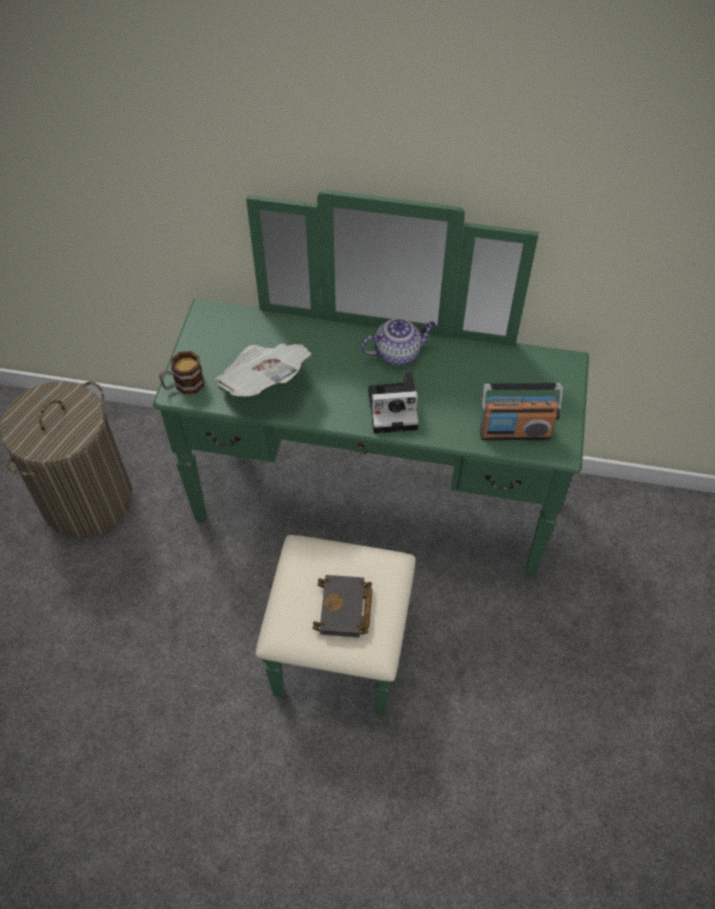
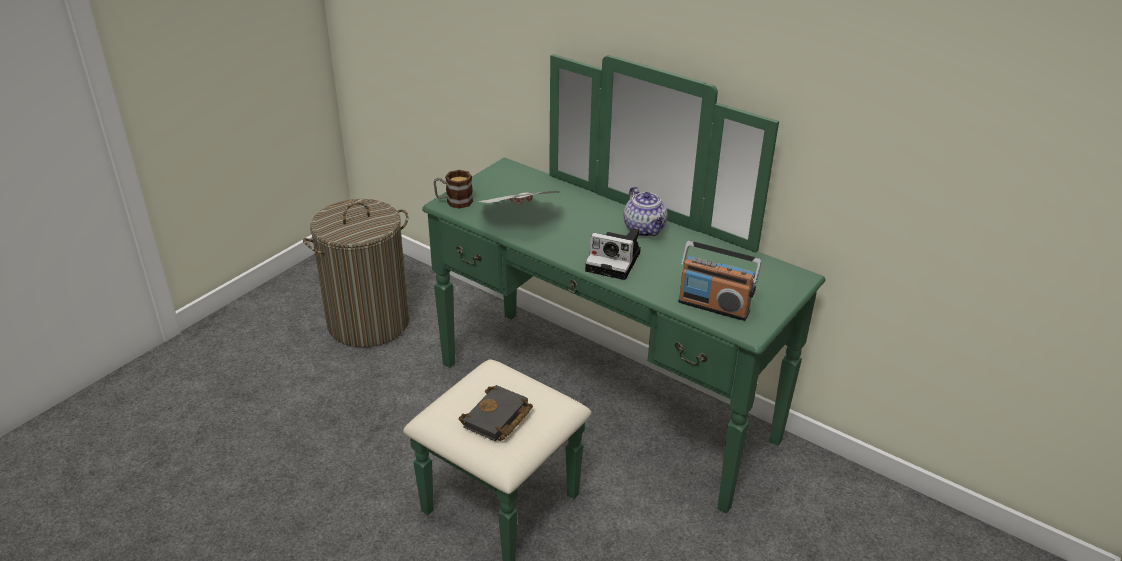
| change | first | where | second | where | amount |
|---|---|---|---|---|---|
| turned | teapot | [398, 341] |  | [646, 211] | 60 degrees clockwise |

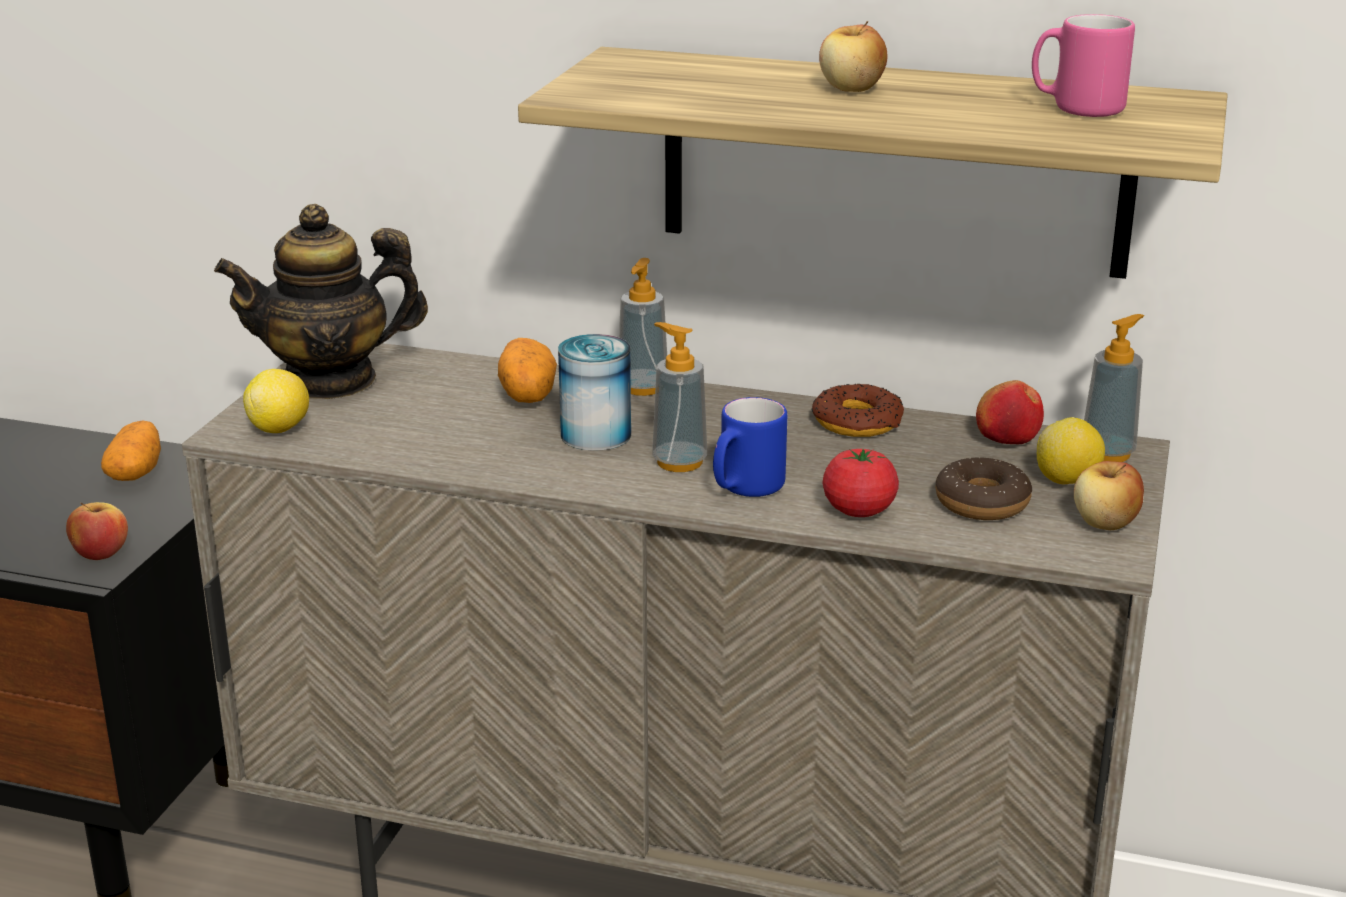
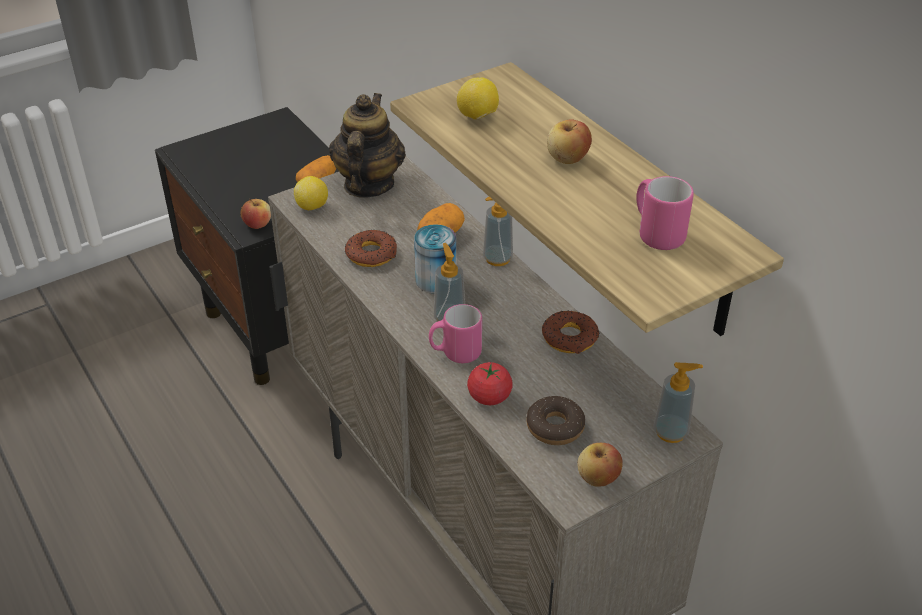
| change | first | where | second | where | amount |
|---|---|---|---|---|---|
| turned | teapot | [321, 301] |  | [367, 145] | 75 degrees clockwise |
| removed | apple | [1010, 412] |  |  |  |
| recoloured | blue mug | [750, 447] | pink mug | [455, 333] |  |
| moved | lemon | [1071, 450] |  | [478, 98] |  |
| added |  |  | donut | [371, 248] |  |

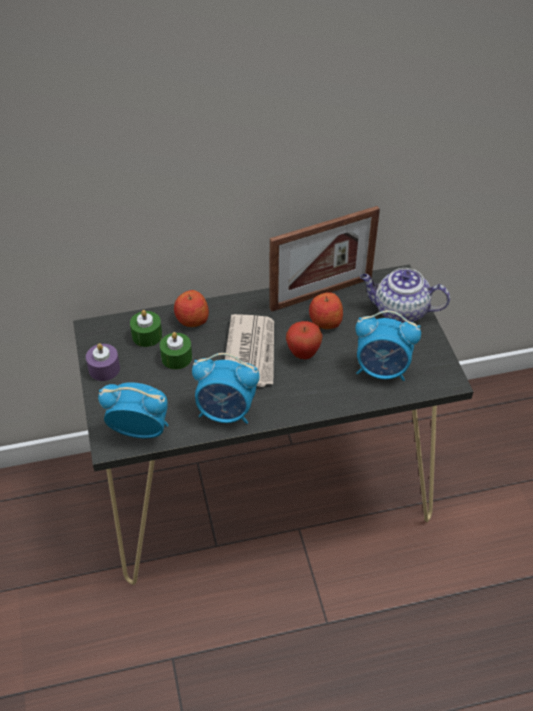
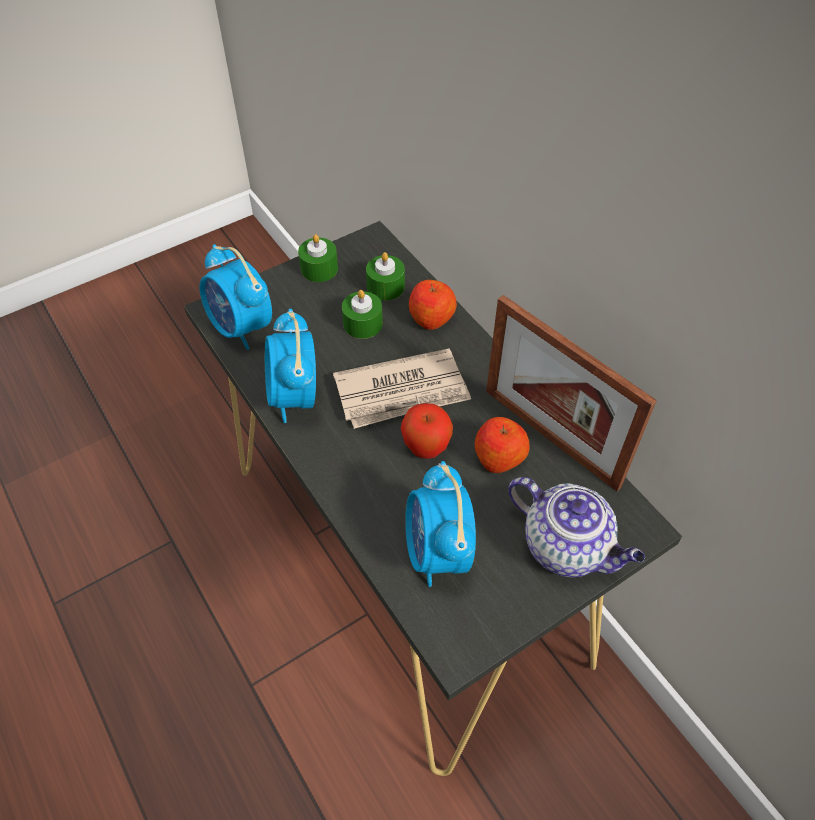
| change | first | where | second | where | amount |
|---|---|---|---|---|---|
| turned | teapot | [405, 295] |  | [576, 527] | 135 degrees clockwise |
| recoloured | purple candle | [103, 362] | green candle | [318, 258] |  |
| turned | alarm clock | [133, 410] |  | [236, 297] | 150 degrees clockwise |

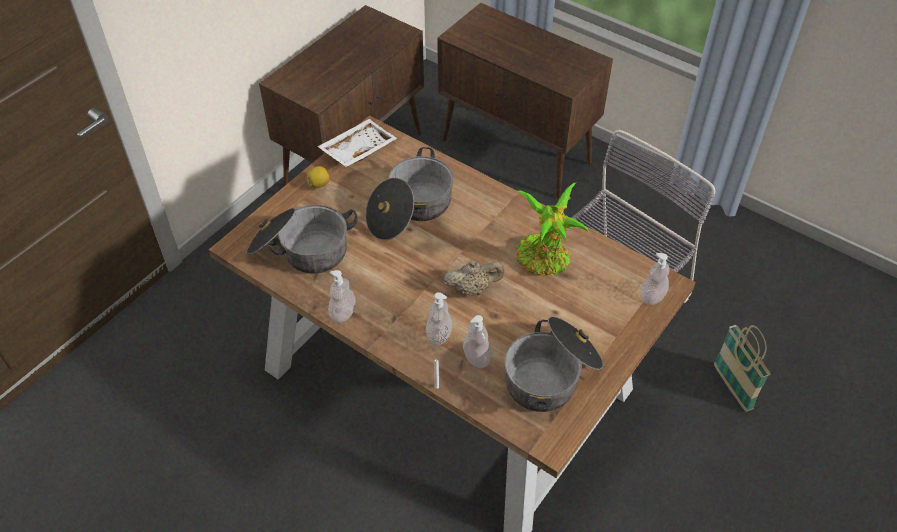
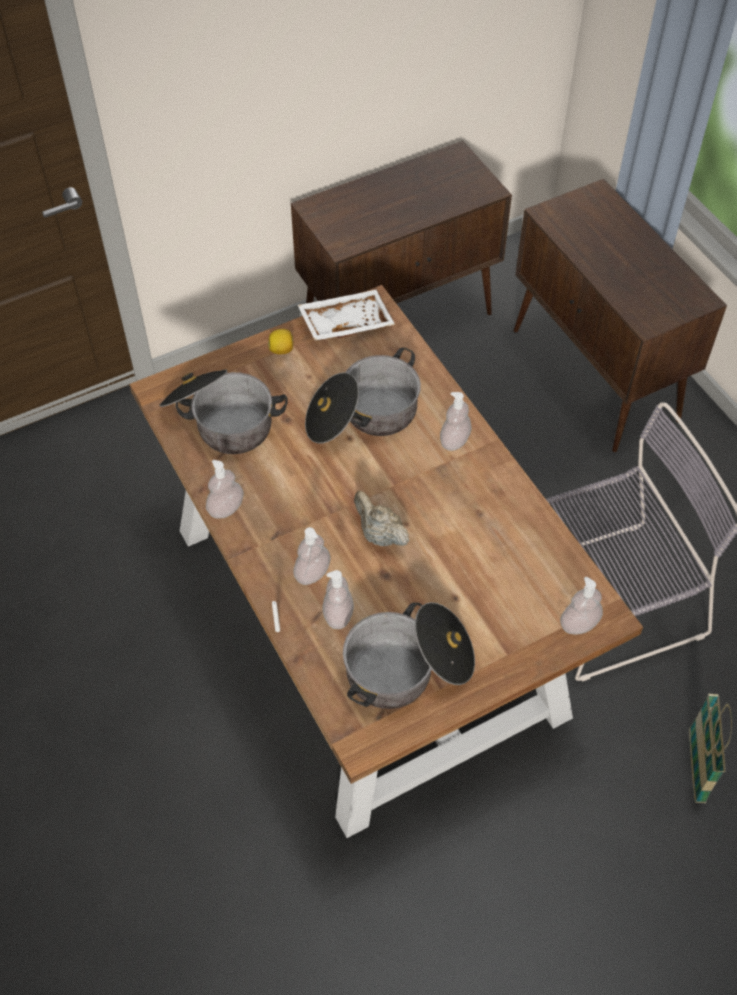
| change | first | where | second | where | amount |
|---|---|---|---|---|---|
| removed | potted plant | [552, 229] |  |  |  |
| turned | beige teapot | [474, 277] |  | [382, 518] | 150 degrees counterclockwise |
| added |  |  | soap dispenser | [455, 421] |  |

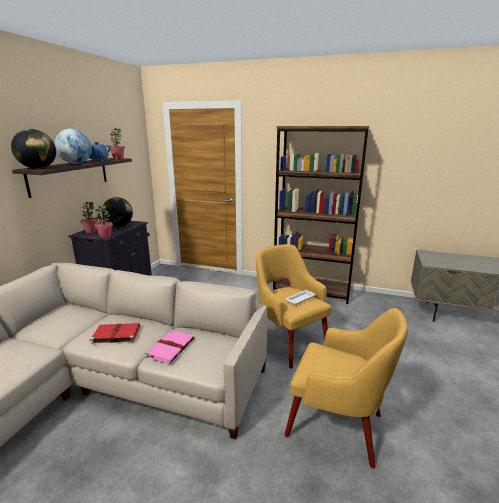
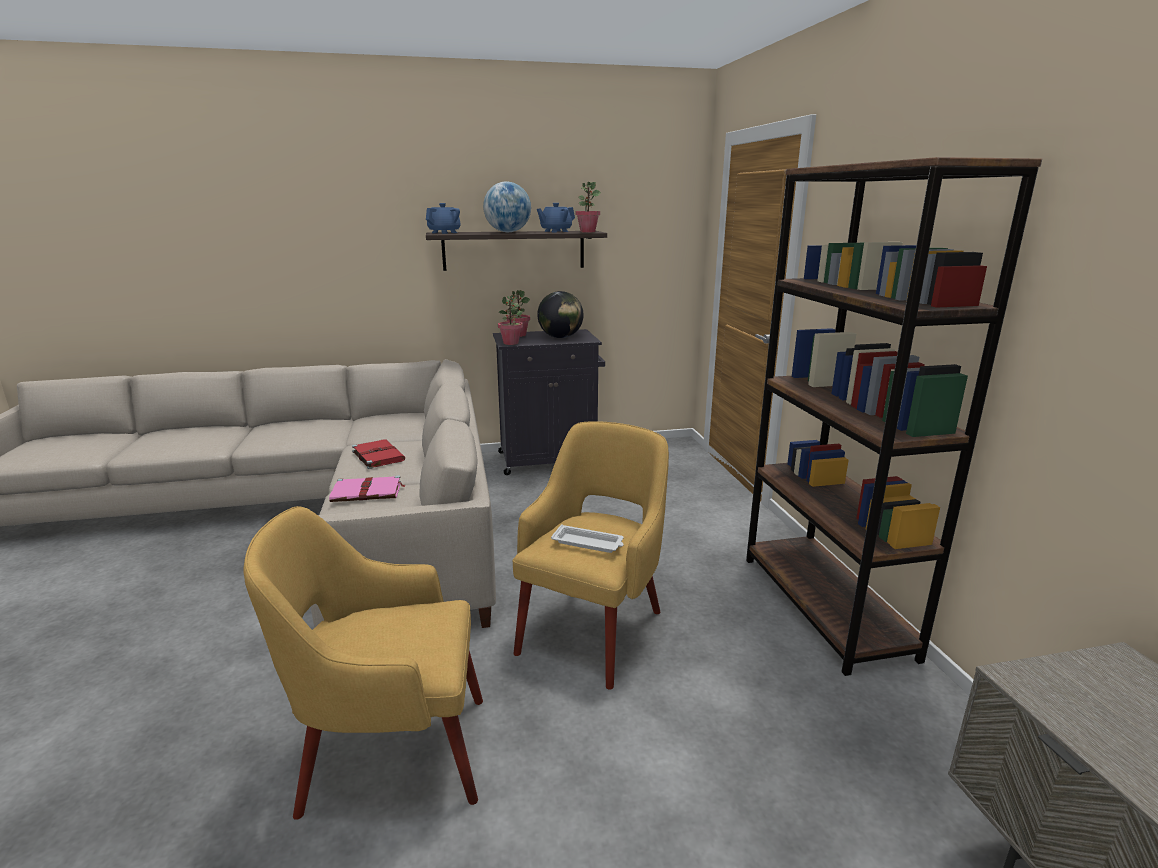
| change | first | where | second | where | amount |
|---|---|---|---|---|---|
| replaced | globe | [33, 149] | blue teapot | [443, 218] |  |
| turned | yellow armchair | [346, 388] |  | [363, 663] | 90 degrees clockwise |

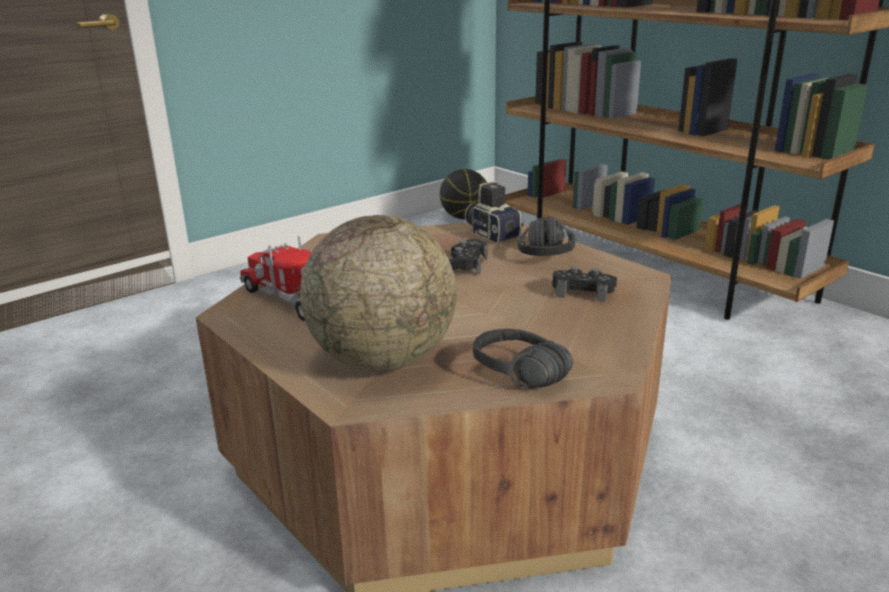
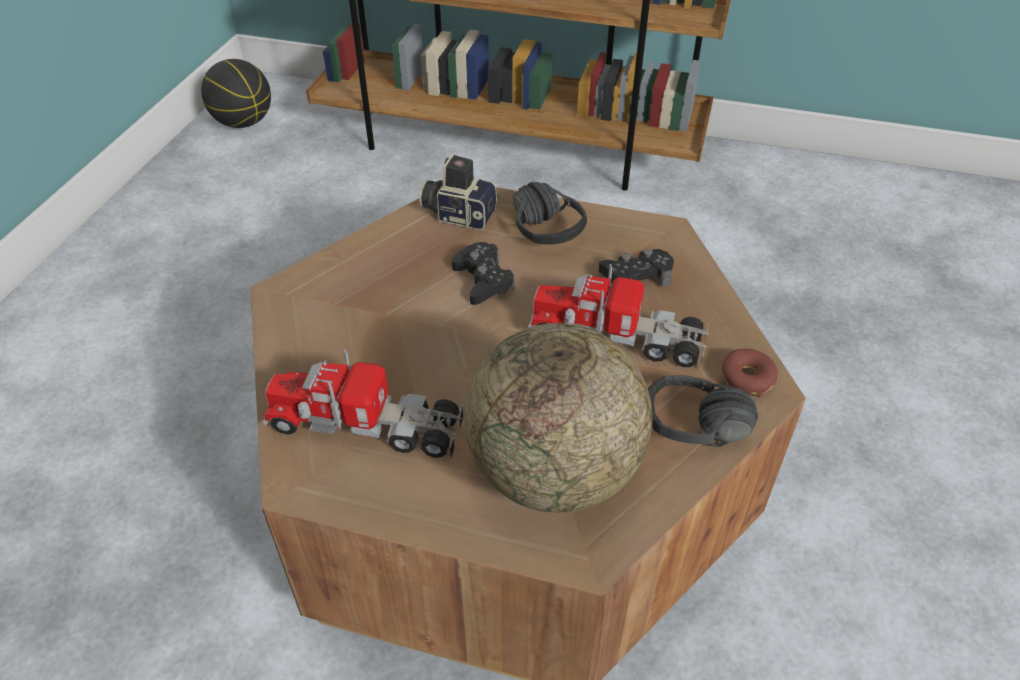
| change | first | where | second | where | amount |
|---|---|---|---|---|---|
| added |  |  | toy truck | [618, 315] |  |
| added |  |  | donut | [750, 373] |  |

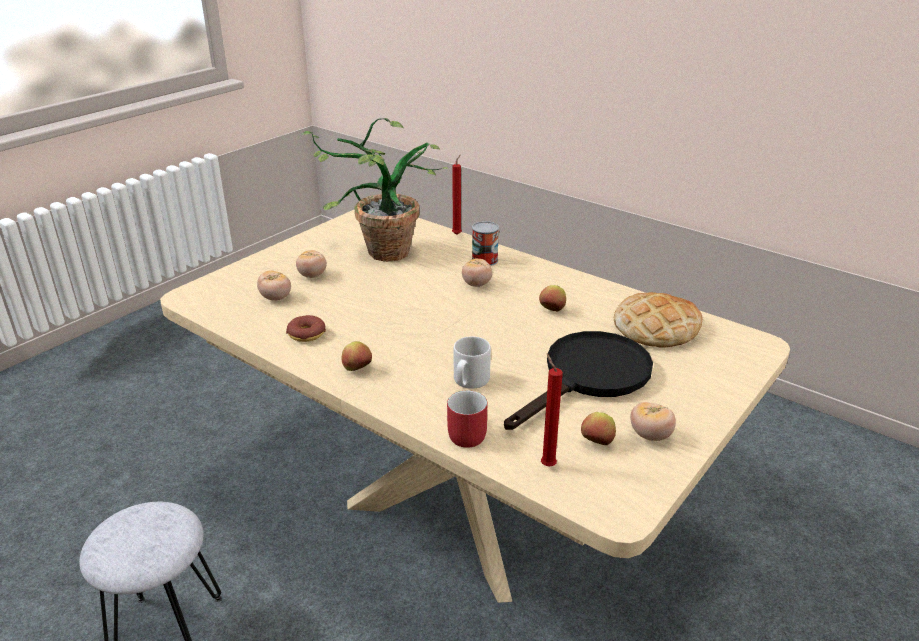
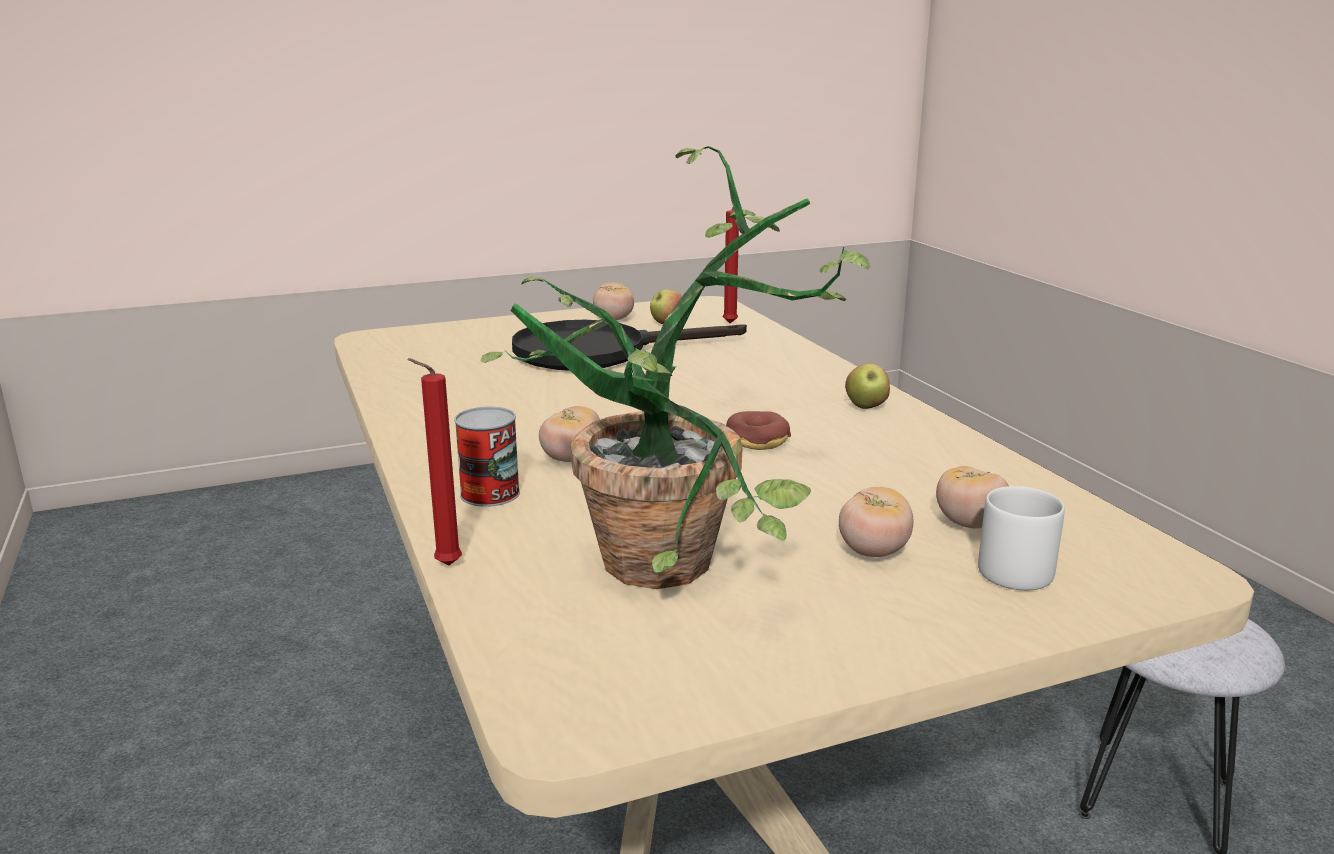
| change | first | where | second | where | amount |
|---|---|---|---|---|---|
| removed | apple | [552, 298] |  |  |  |
| removed | bread | [658, 320] |  |  |  |
| moved | donut | [306, 328] |  | [758, 430] |  |
| moved | grey mug | [472, 362] |  | [1021, 538] |  |
| removed | red mug | [467, 419] |  |  |  |

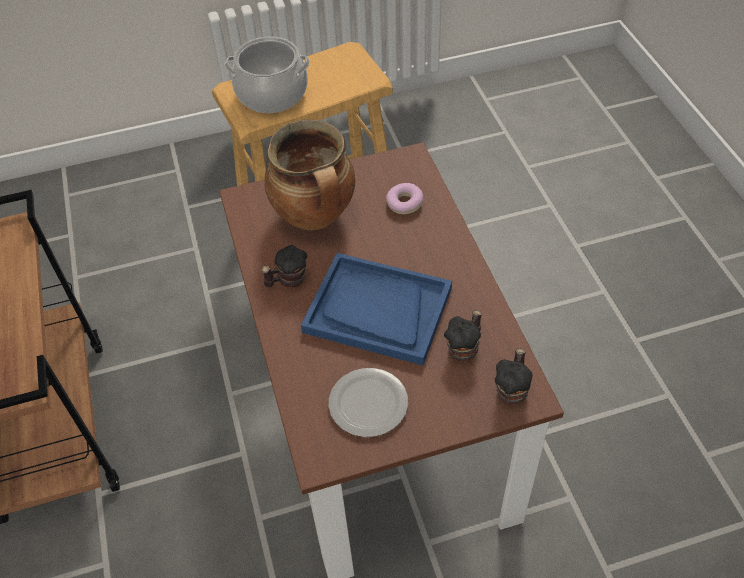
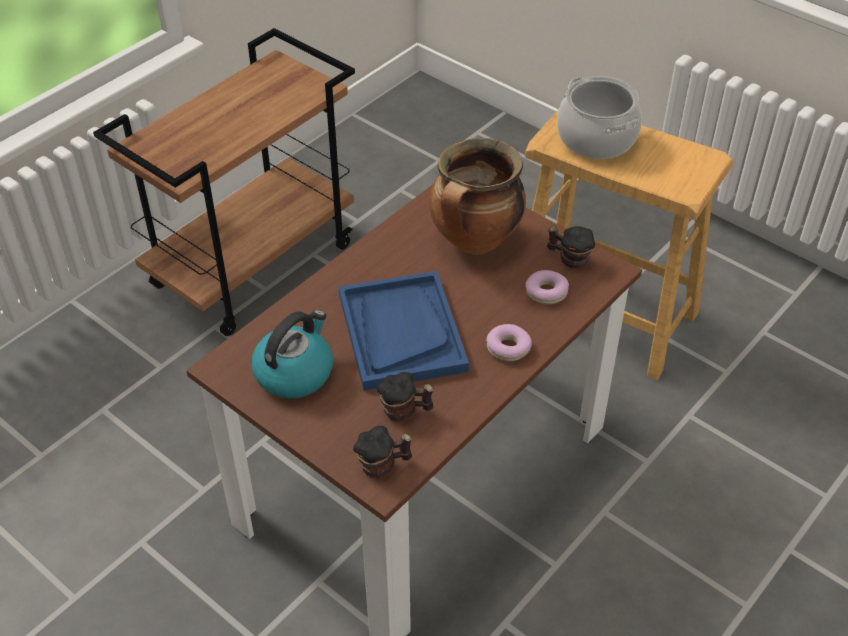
| change | first | where | second | where | amount |
|---|---|---|---|---|---|
| moved | mug | [284, 266] |  | [571, 247] |  |
| replaced | plate | [368, 402] | kettle | [292, 354] |  |
| added |  |  | donut | [509, 342] |  |

